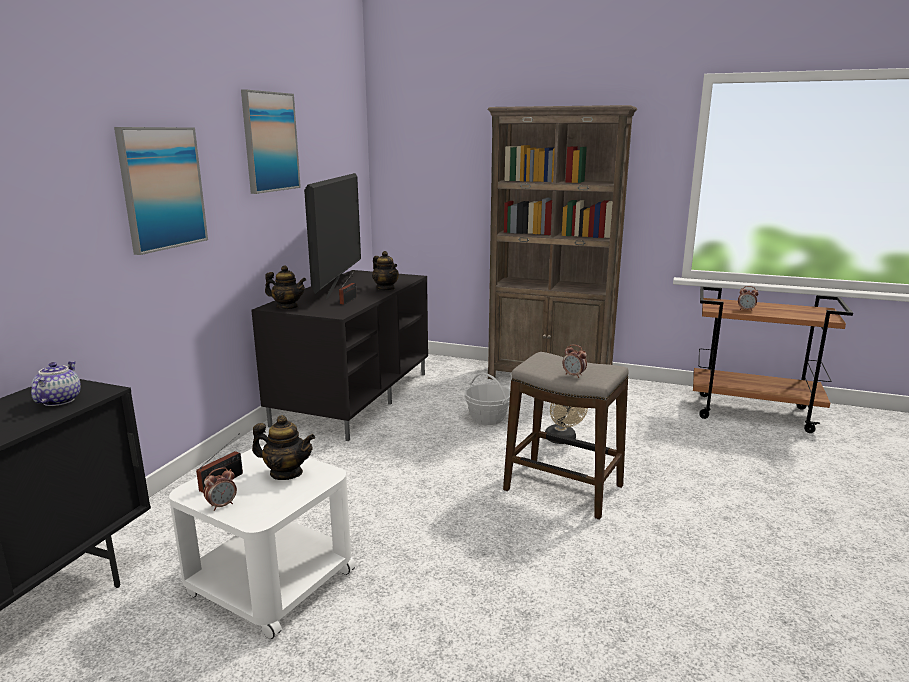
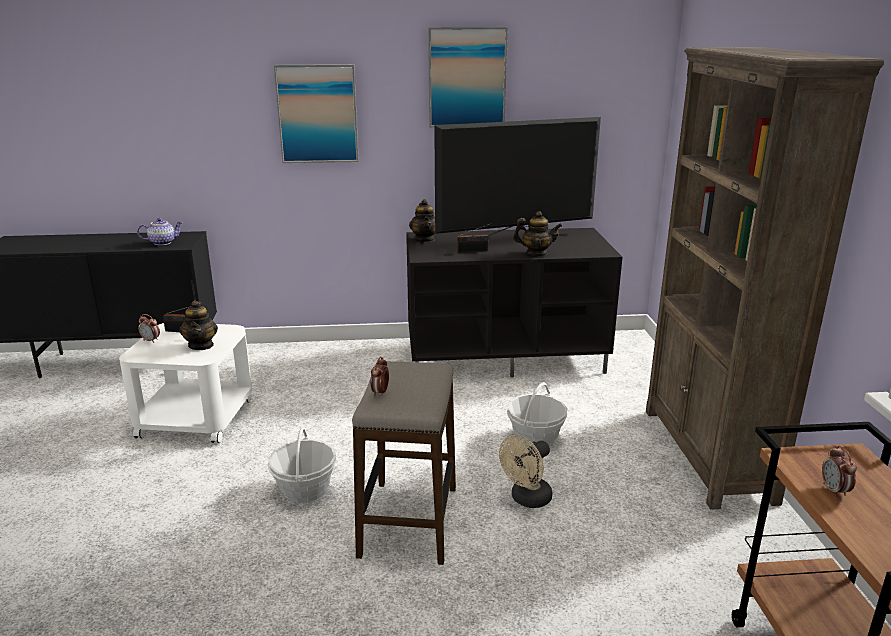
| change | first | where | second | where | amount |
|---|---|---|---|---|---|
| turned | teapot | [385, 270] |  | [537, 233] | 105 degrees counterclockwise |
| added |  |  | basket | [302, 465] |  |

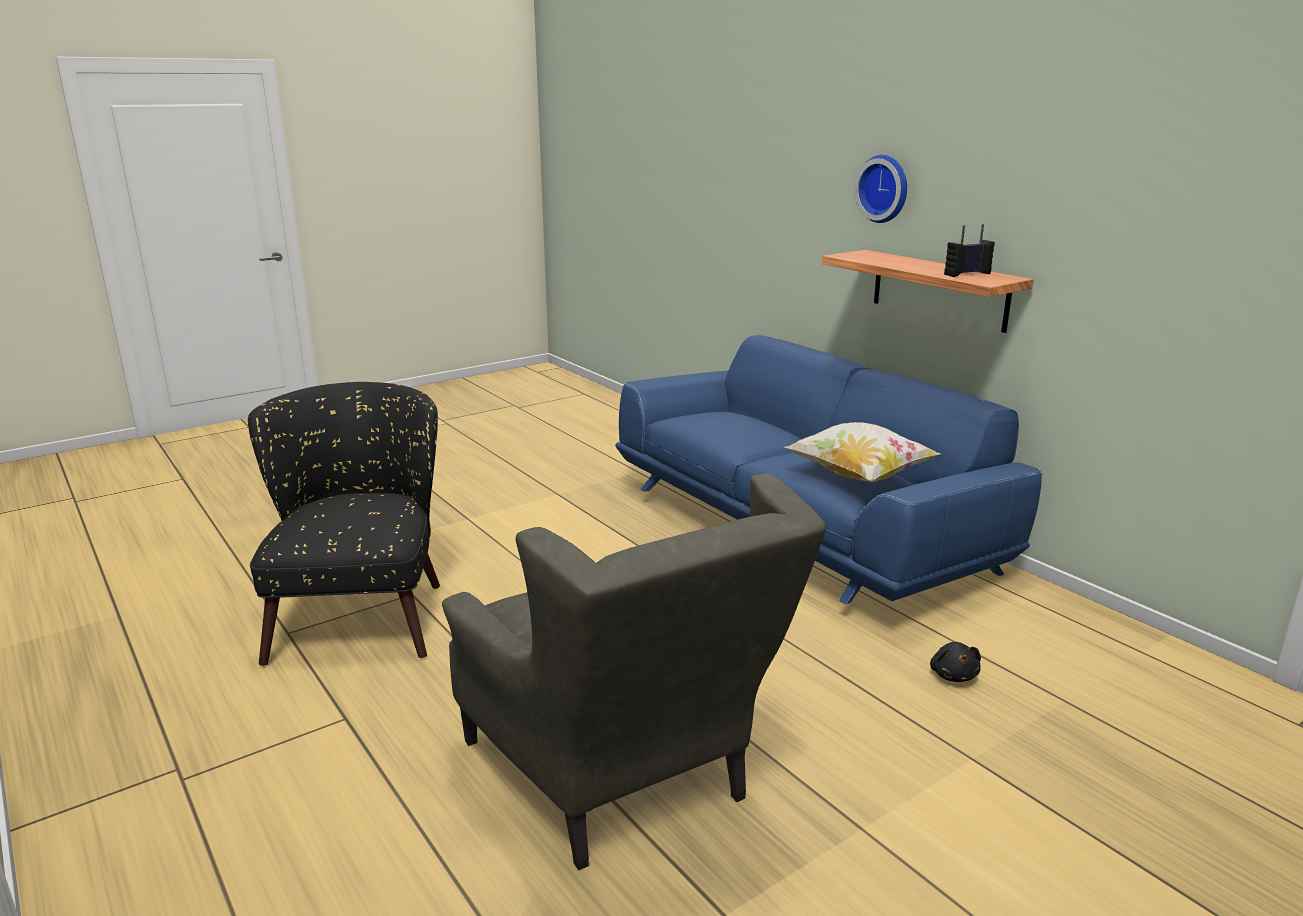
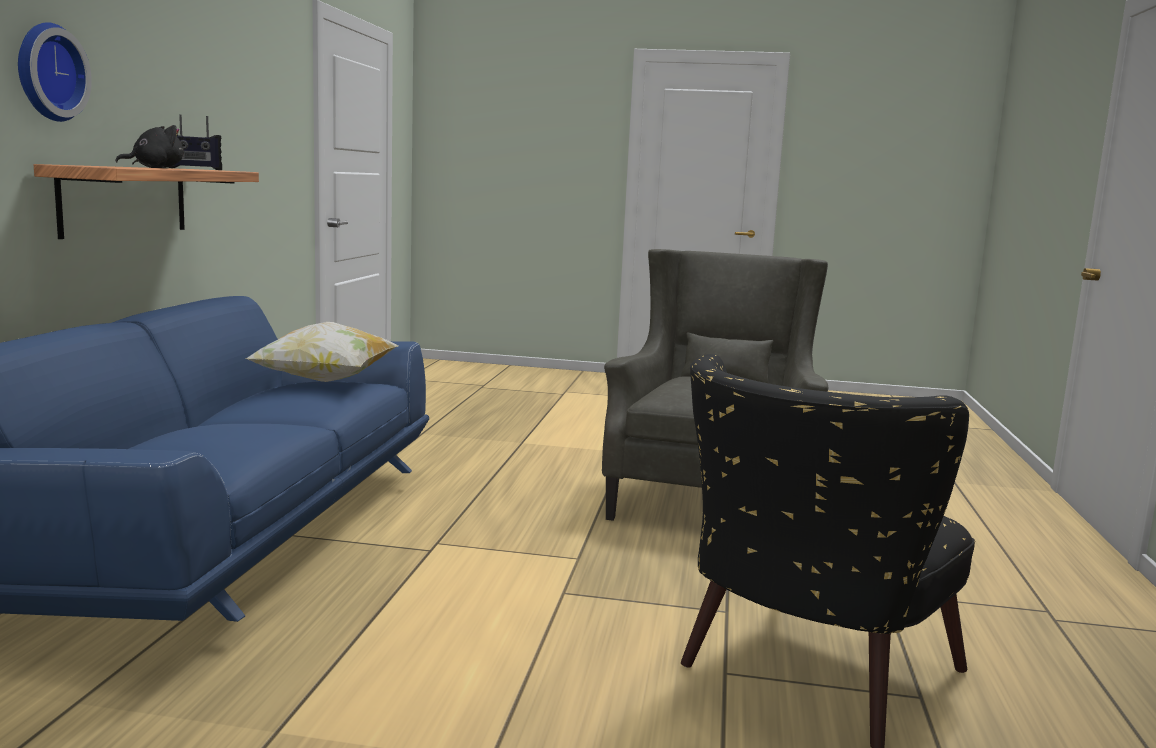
| change | first | where | second | where | amount |
|---|---|---|---|---|---|
| turned | radio | [969, 250] |  | [195, 142] | 45 degrees counterclockwise |
| moved | black plush toy | [955, 662] |  | [149, 146] |  |

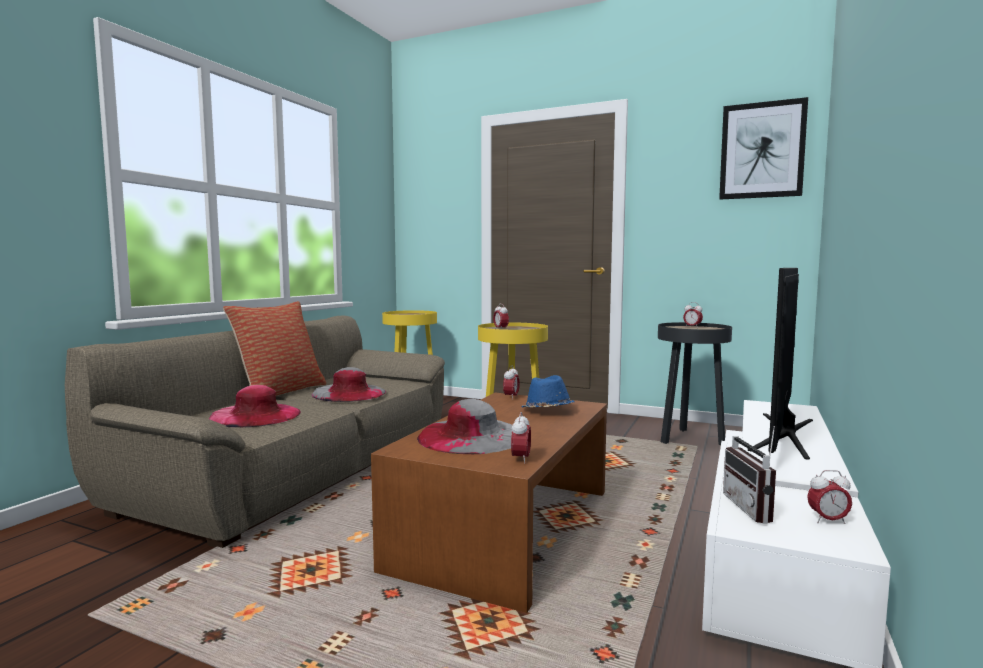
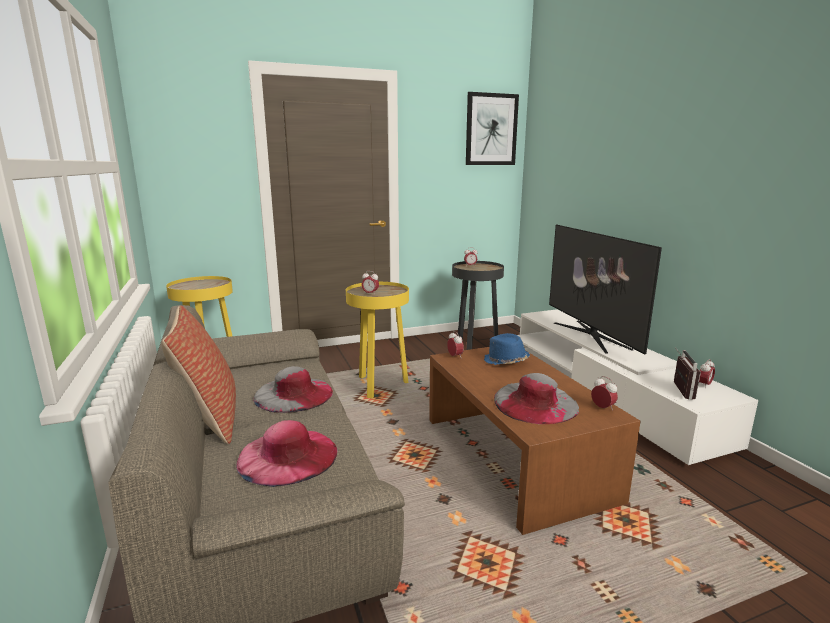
| change | first | where | second | where | amount |
|---|---|---|---|---|---|
| turned | radio | [749, 475] |  | [687, 373] | 120 degrees counterclockwise |

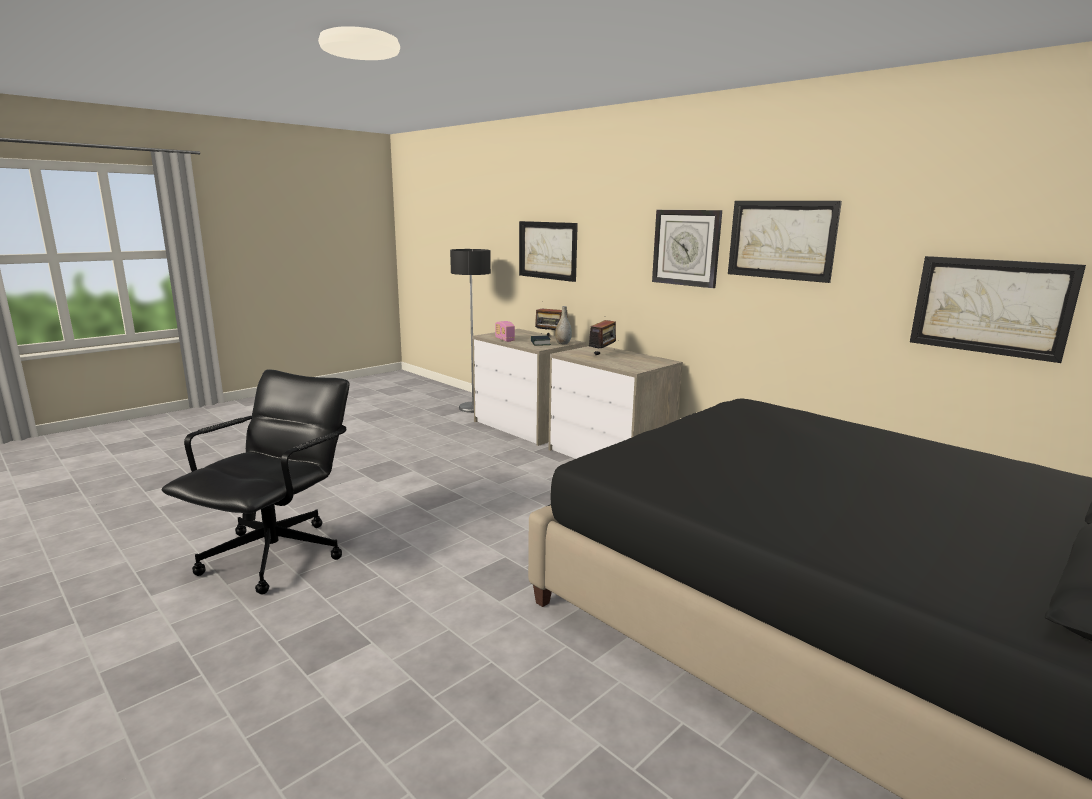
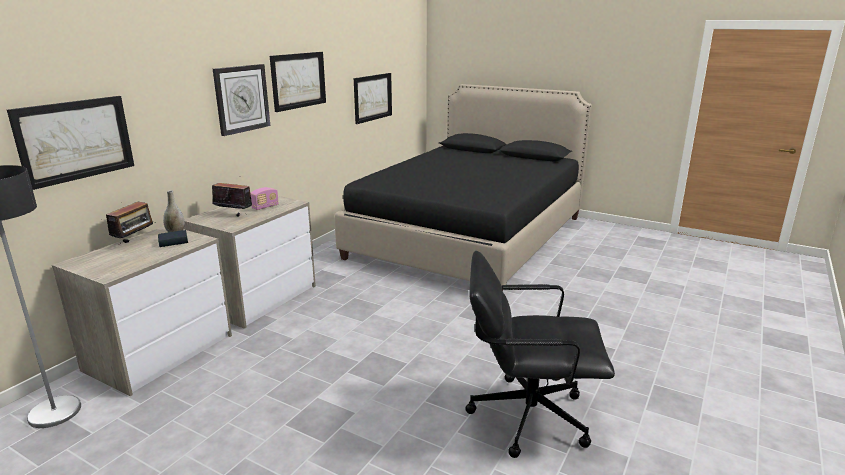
| change | first | where | second | where | amount |
|---|---|---|---|---|---|
| moved | radio | [505, 331] |  | [264, 198] |  |

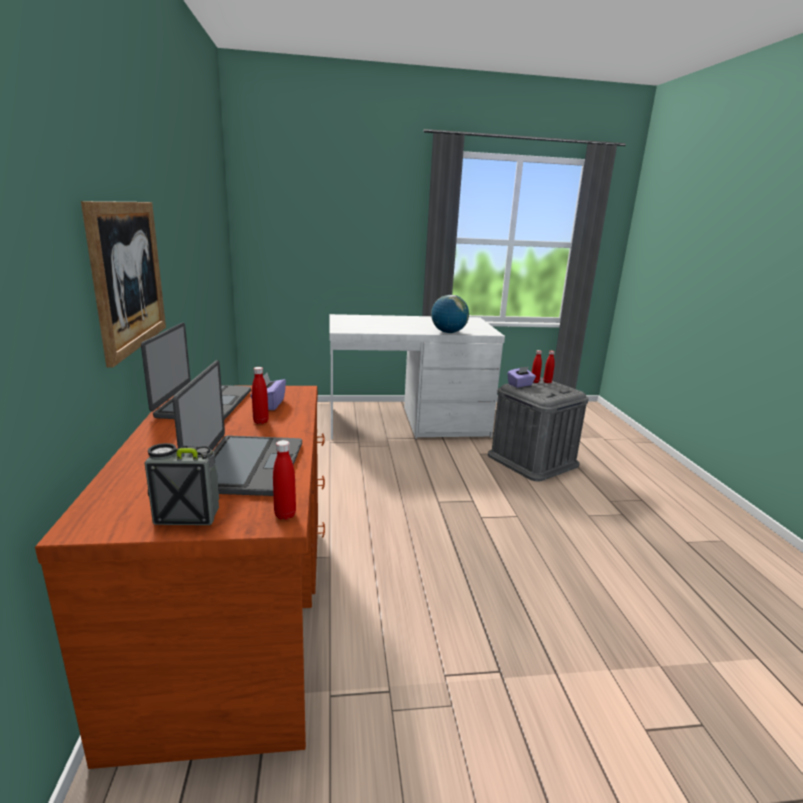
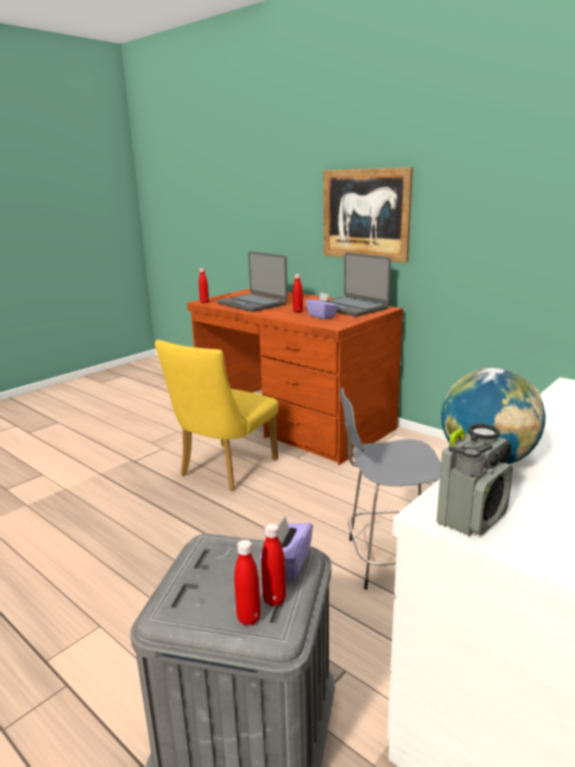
| change | first | where | second | where | amount |
|---|---|---|---|---|---|
| moved | radio | [181, 484] |  | [475, 480] |  |
| added |  |  | yellow chair | [216, 415] |  |
| added |  |  | grey stool | [390, 489] |  |

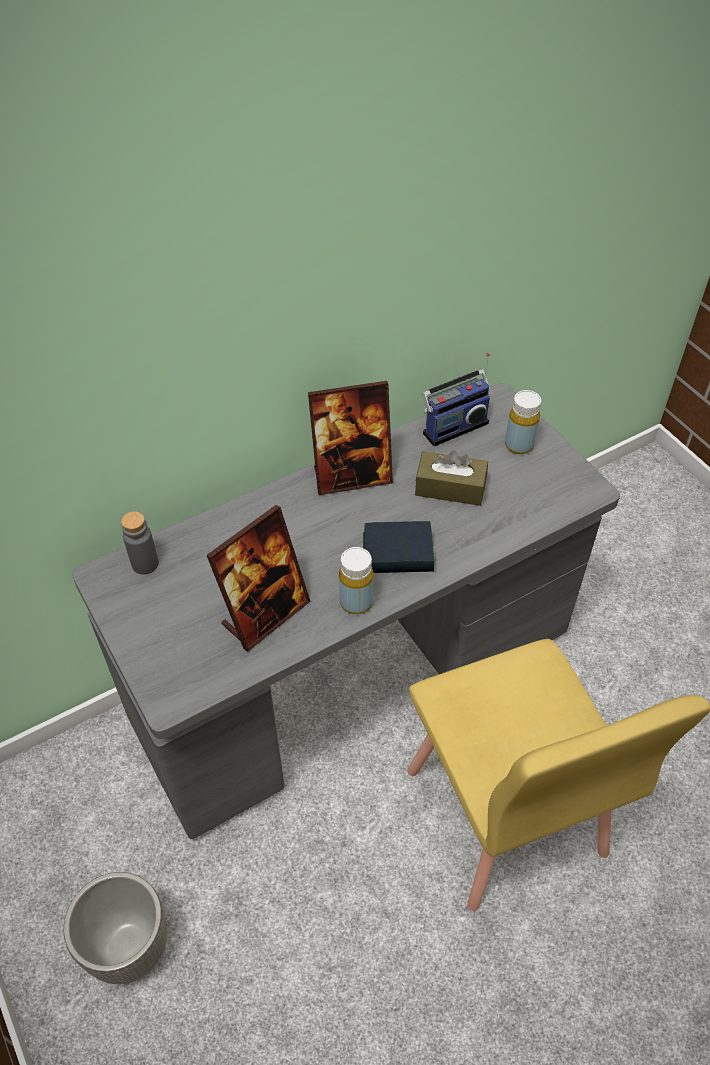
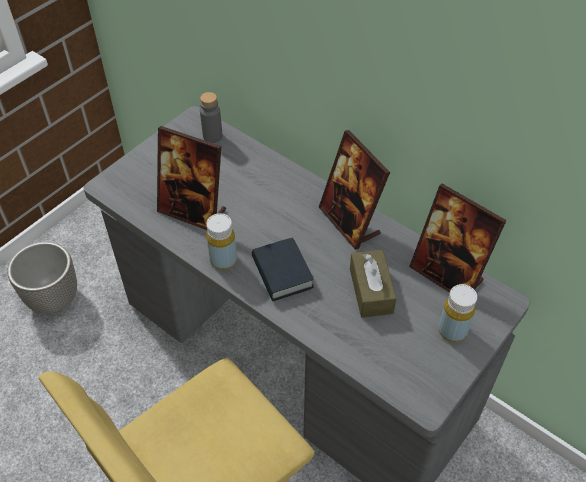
| change | first | where | second | where | amount |
|---|---|---|---|---|---|
| replaced | radio | [456, 399] | picture frame | [458, 238] |  |

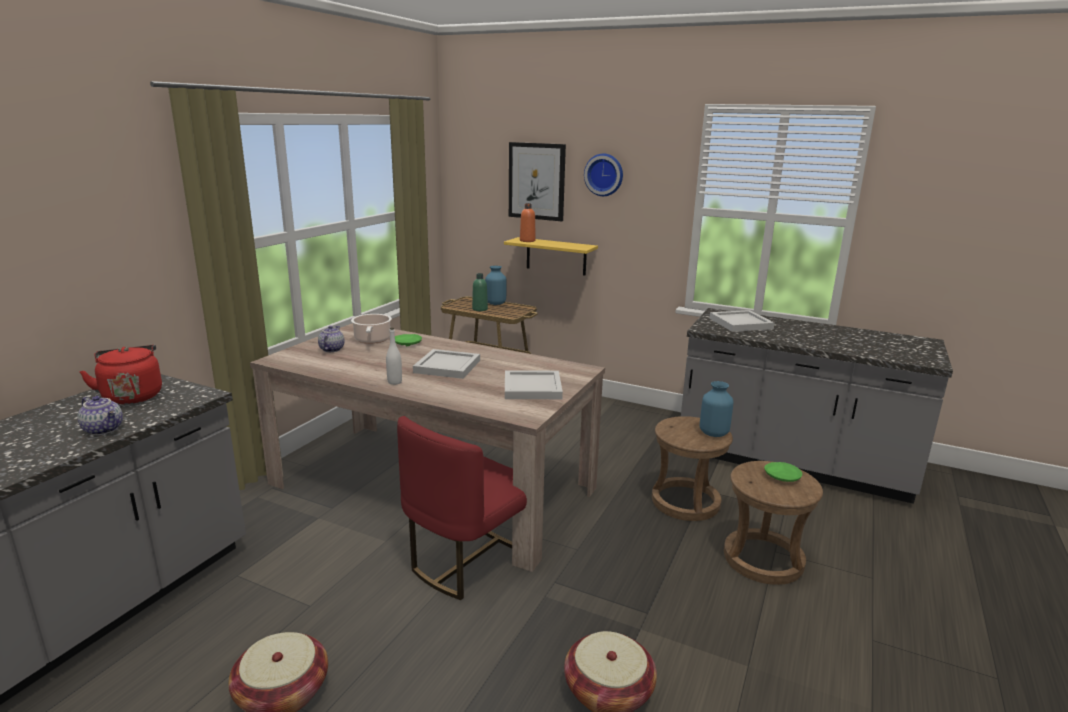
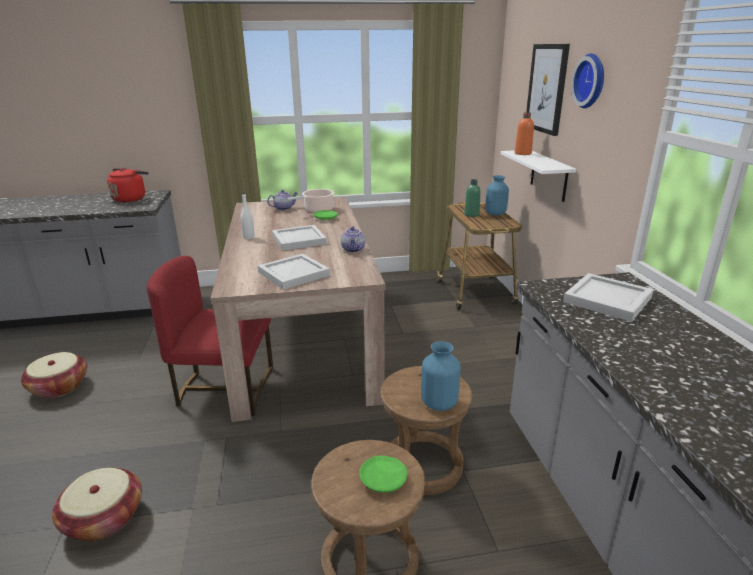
| change | first | where | second | where | amount |
|---|---|---|---|---|---|
| recoloured | yellow shelf | [551, 256] | white shelf | [538, 176] |  |
| moved | teapot | [100, 415] |  | [353, 239] |  |

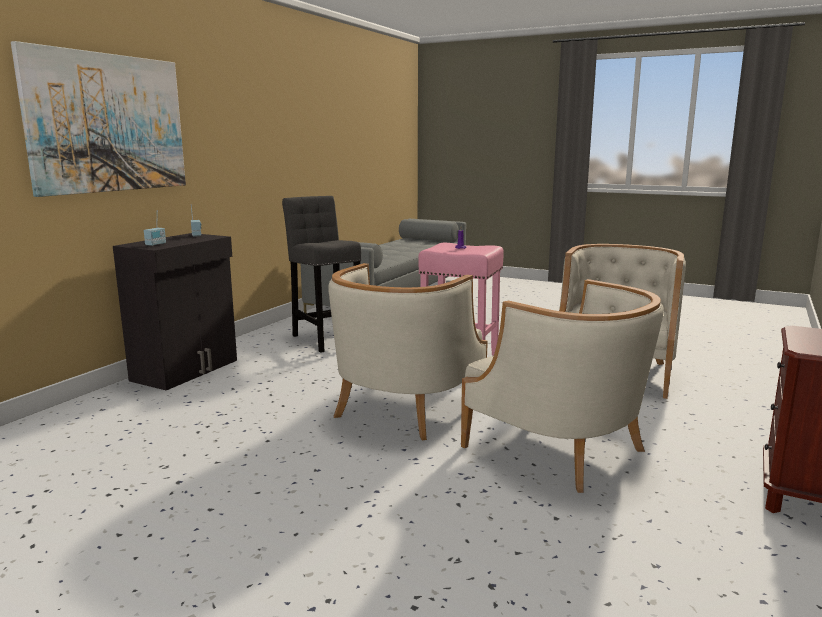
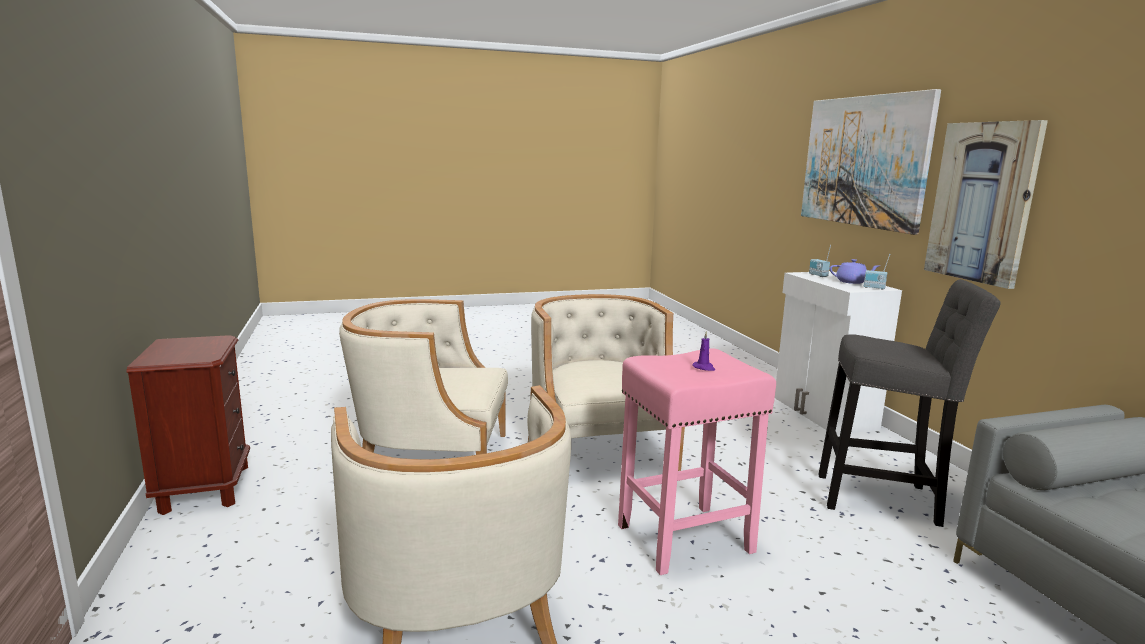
| change | first | where | second | where | amount |
|---|---|---|---|---|---|
| recoloured | black cabinet | [175, 311] | white cabinet | [838, 353] |  |
| added |  |  | picture | [986, 204] |  |
| added |  |  | purple teapot | [855, 271] |  |

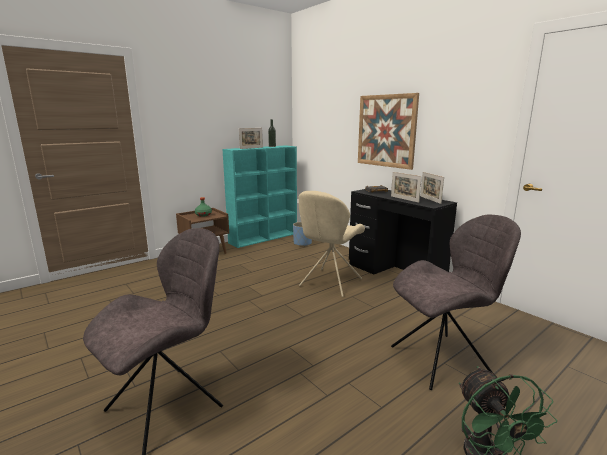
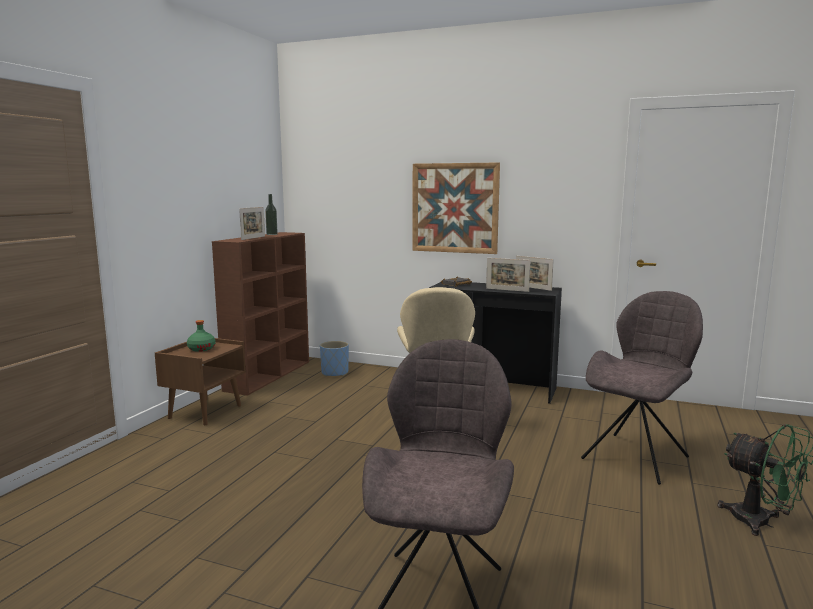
| change | first | where | second | where | amount |
|---|---|---|---|---|---|
| recoloured | turquoise bookcase | [260, 196] | brown bookcase | [260, 314] |  |

